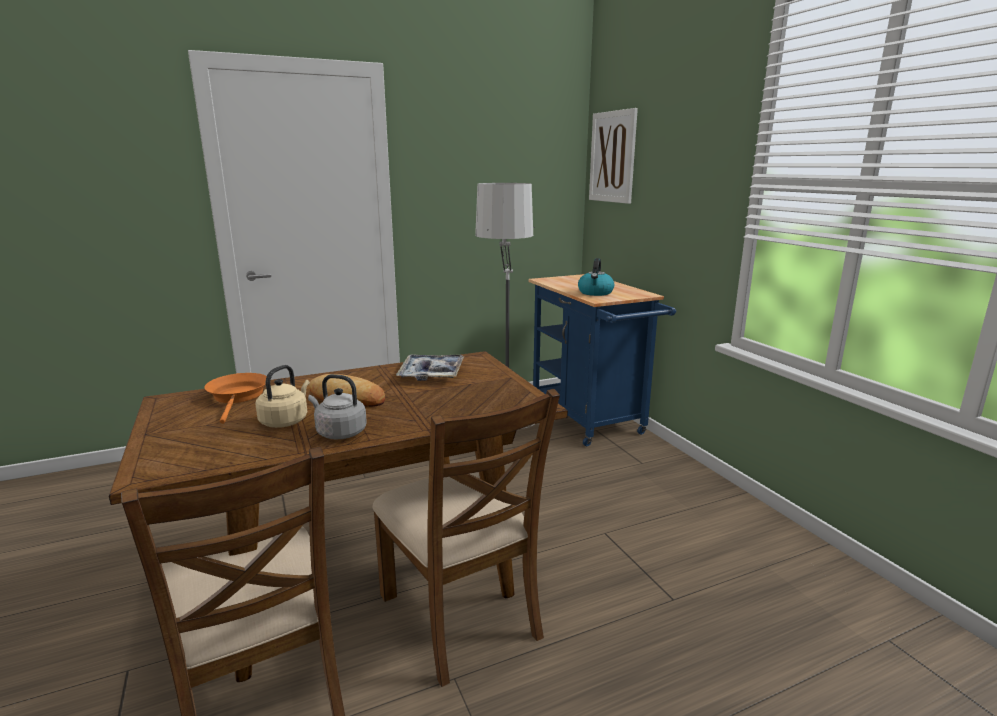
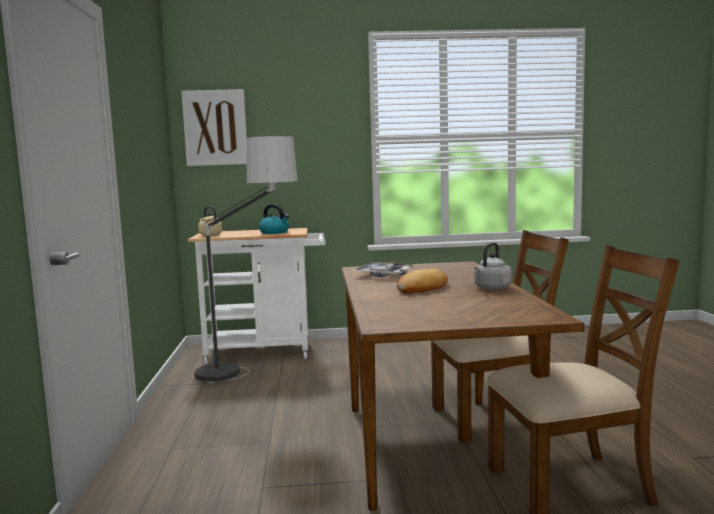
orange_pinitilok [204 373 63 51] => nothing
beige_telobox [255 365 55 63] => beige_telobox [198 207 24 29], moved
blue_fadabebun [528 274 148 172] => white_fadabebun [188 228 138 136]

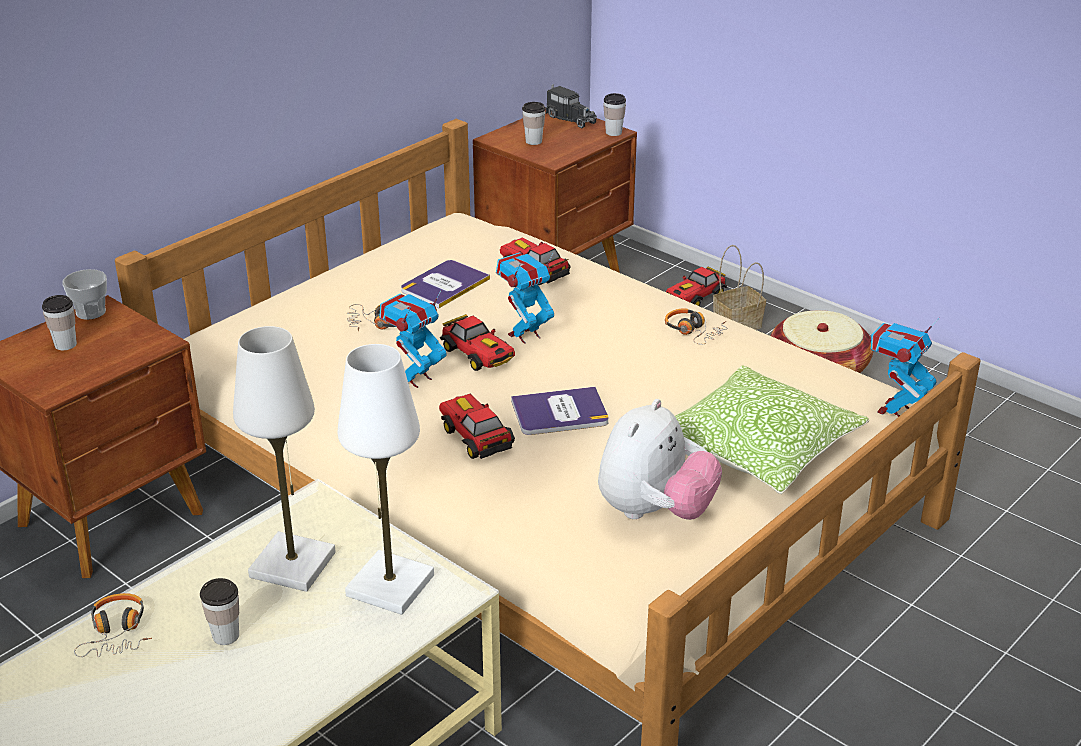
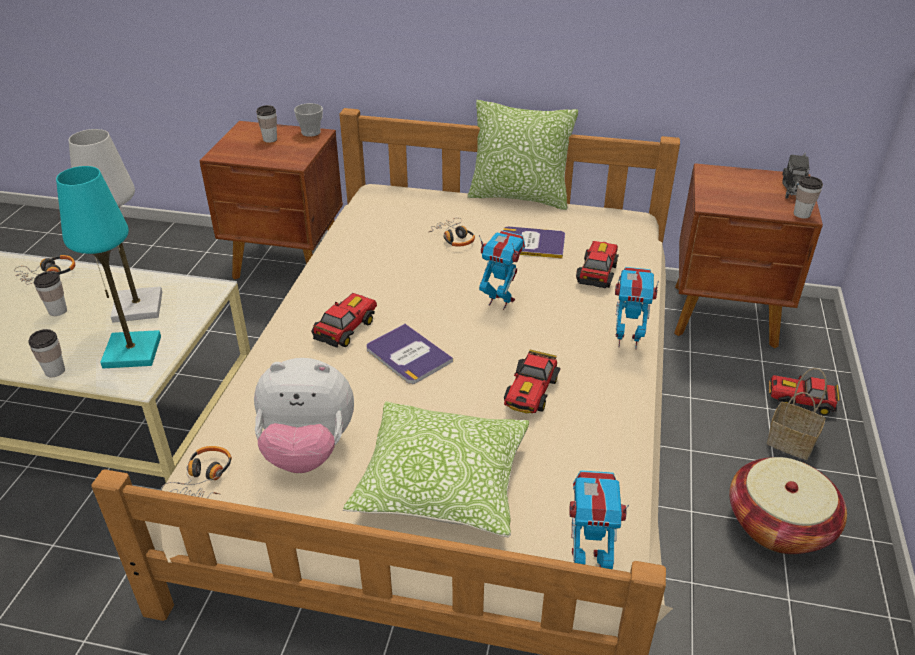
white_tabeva [338 344 96 271] => turquoise_tabeva [56 166 105 202]
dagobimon [379 290 68 98] => dagobimon [615 267 44 83], moved
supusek [440 314 75 57] => supusek [504 350 57 63], moved
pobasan [522 102 24 43] => pobasan [28 329 37 48], moved
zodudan [665 309 62 36] => zodudan [161 446 71 52], moved
nothing => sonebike [468 100 110 110]

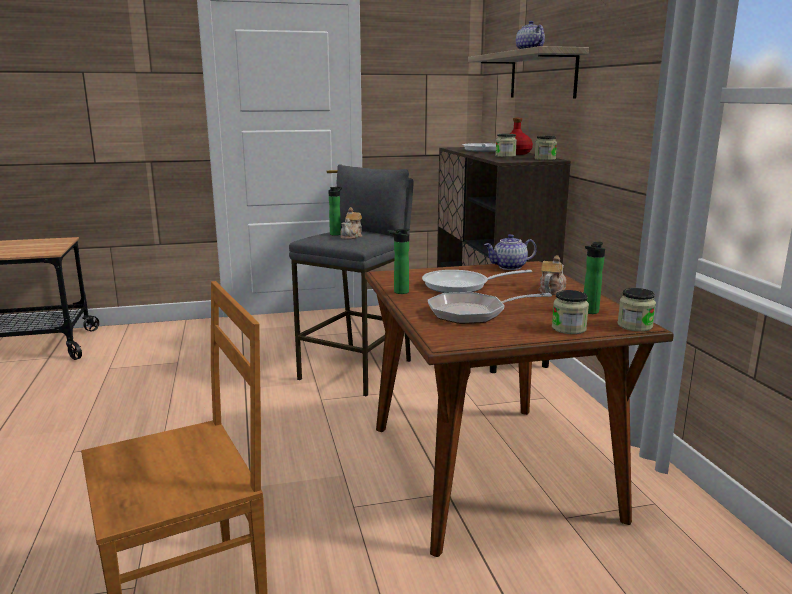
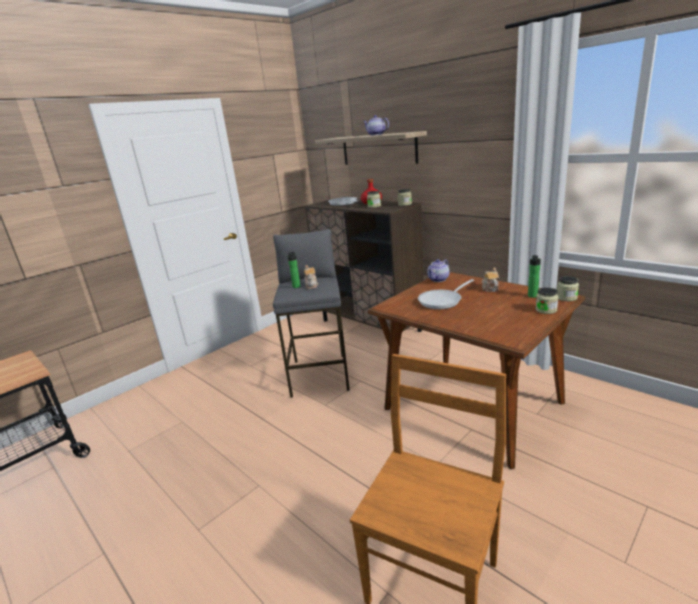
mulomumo [388 228 22 66] => nothing
pinitilok [428 292 124 32] => nothing

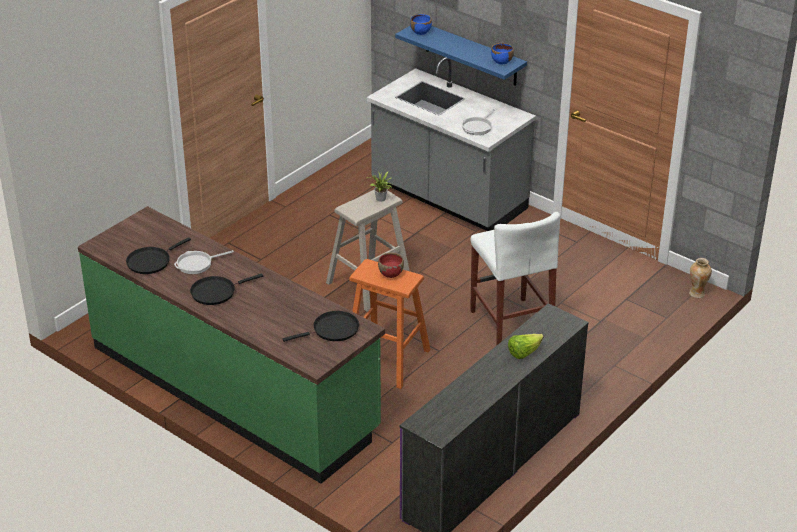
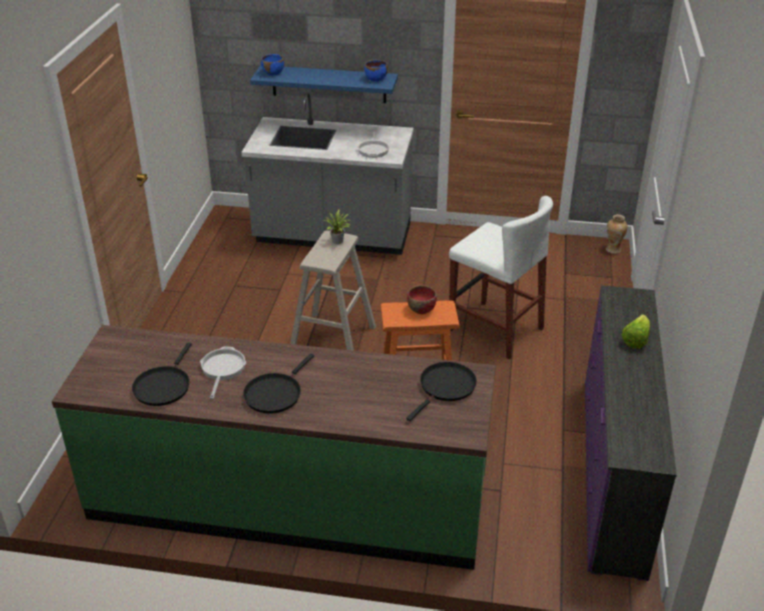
pinitilok [174 250 60 24] => pinitilok [200 347 46 52], 150 degrees clockwise

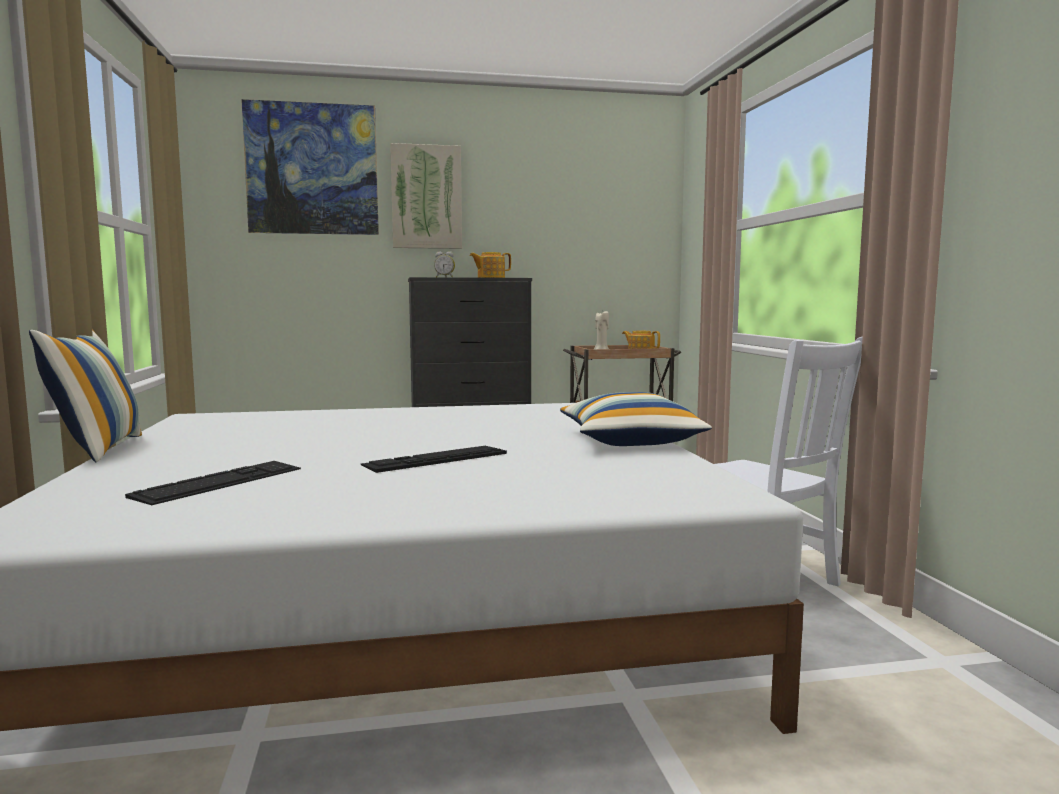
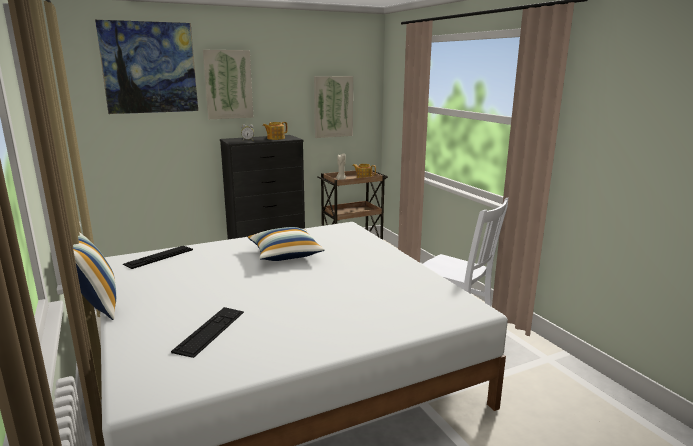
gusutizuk [361 446 146 27] => gusutizuk [123 246 70 23], moved
sonebike [560 392 152 54] => sonebike [248 227 77 34], moved
nothing => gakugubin [314 76 39 62]

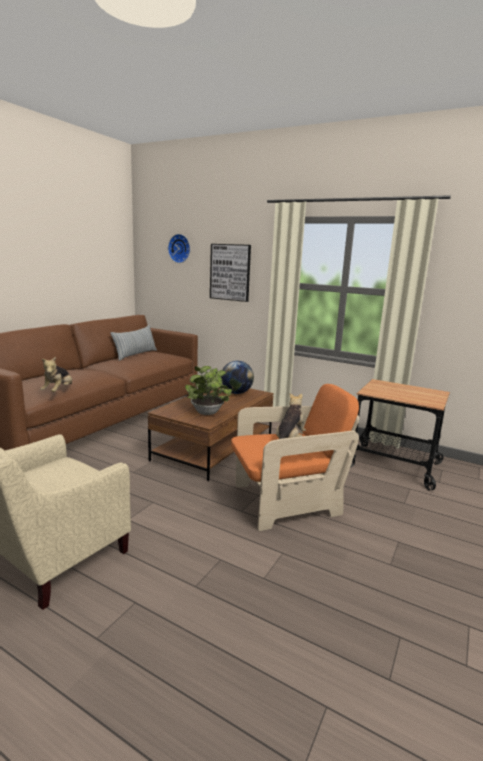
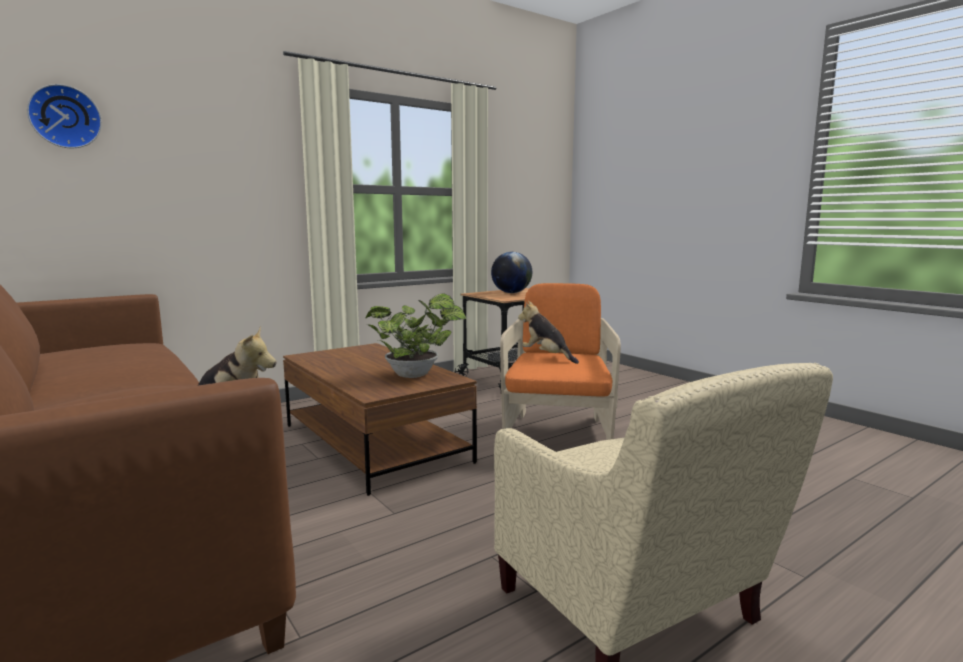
sonebike [110 325 47 36] => nothing
gakugubin [210 244 41 58] => nothing
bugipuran [221 361 33 33] => bugipuran [491 252 41 41], moved

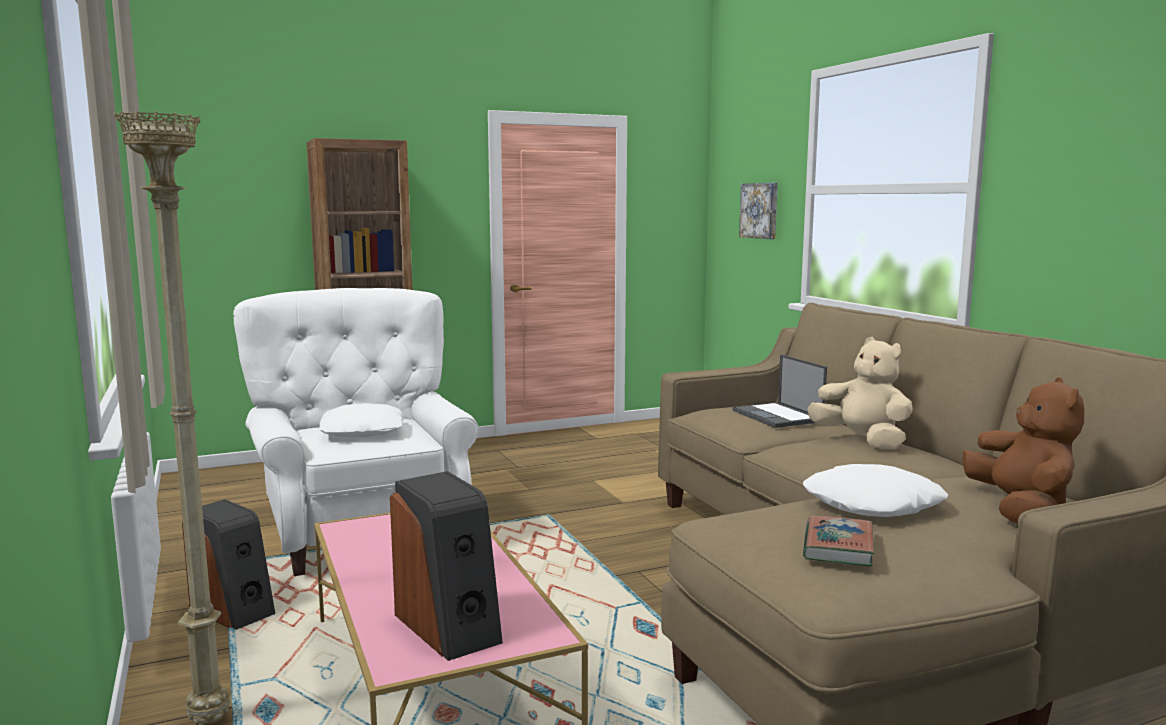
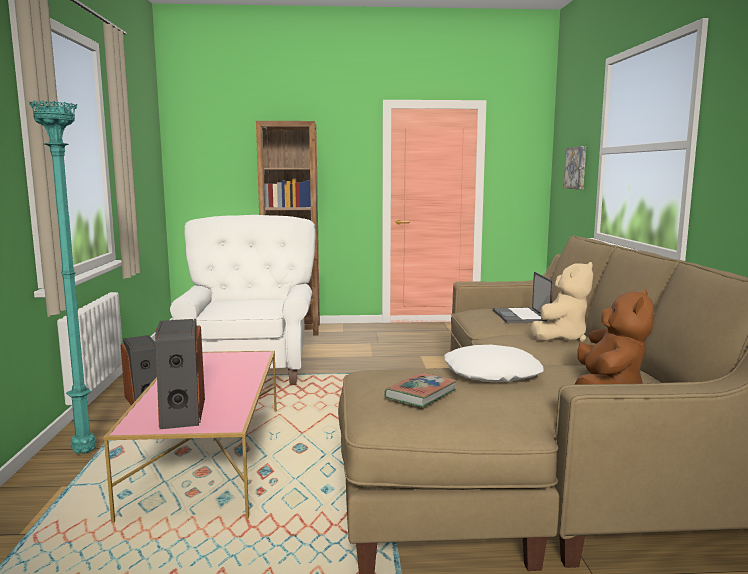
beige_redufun [114 111 116 613] => turquoise_redufun [29 100 67 354]
white_sonebike [319 403 85 34] => nothing
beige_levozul [808 337 105 112] => beige_levozul [531 262 62 80], 60 degrees clockwise

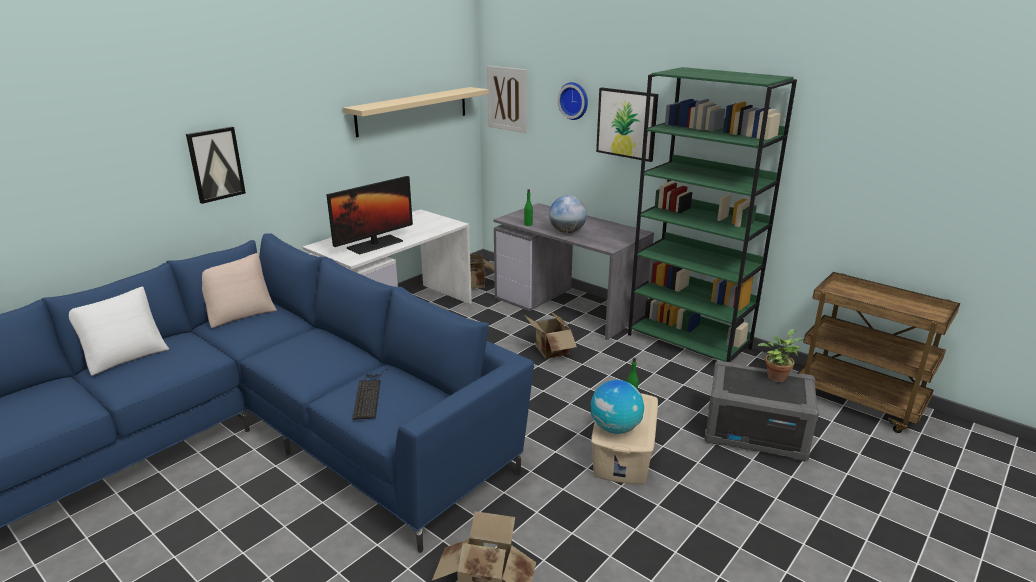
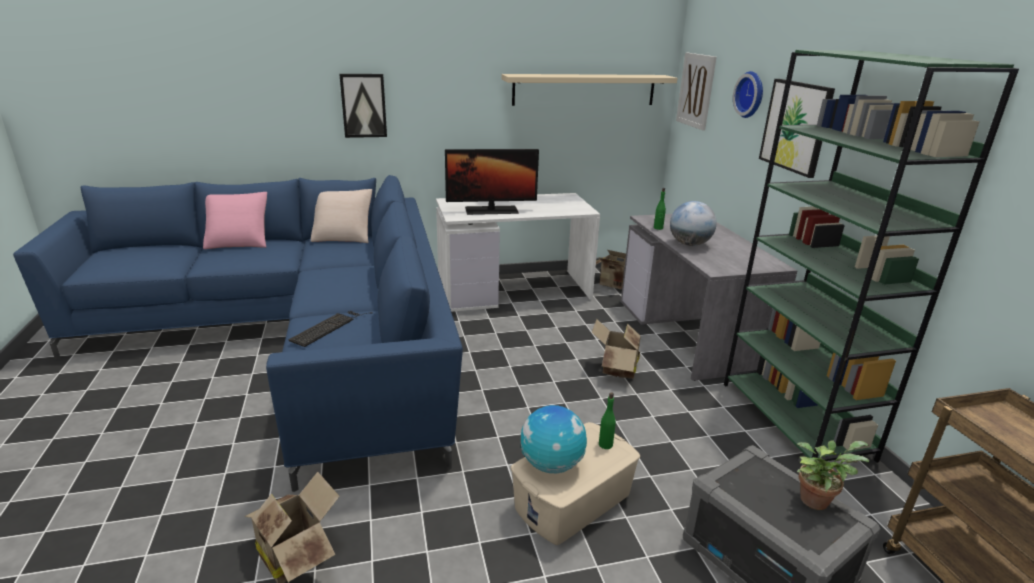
white_sonebike [69 287 100 89] => pink_sonebike [203 192 64 57]

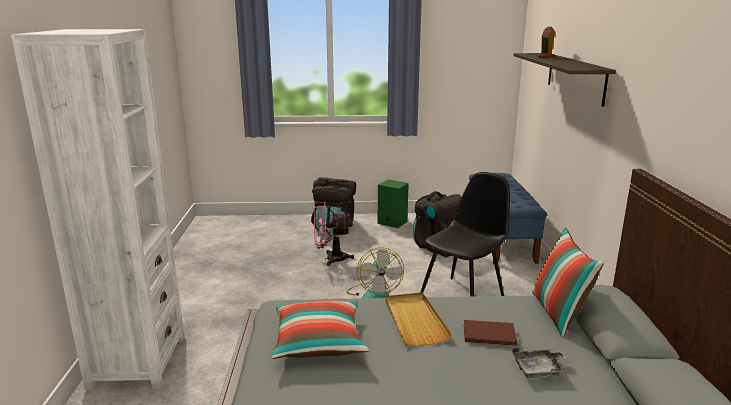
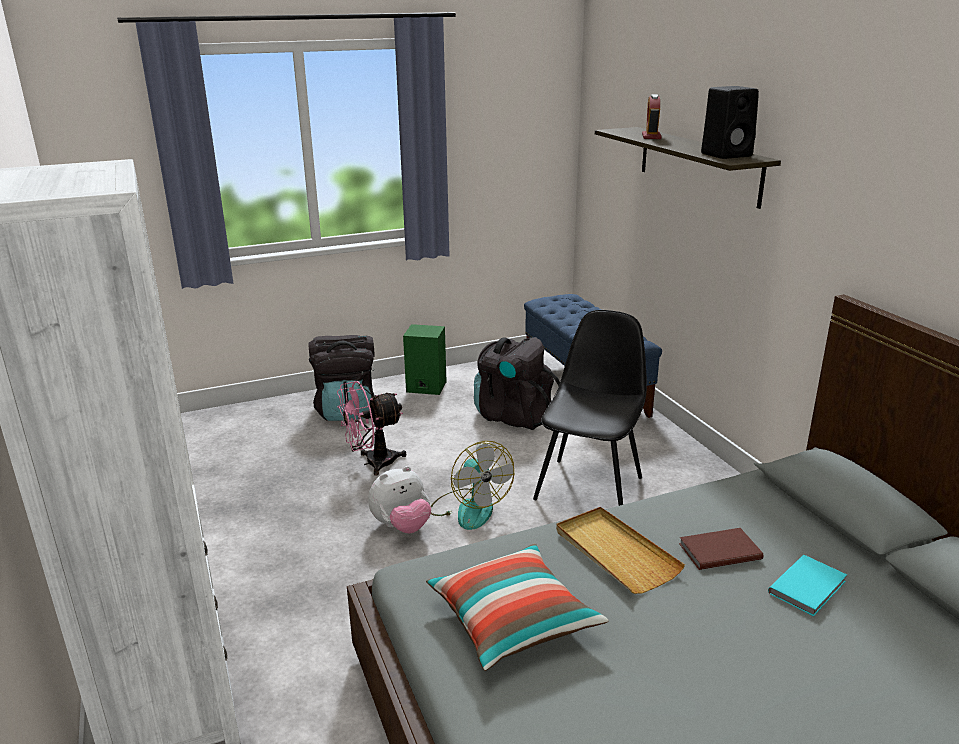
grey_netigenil [512 348 55 30] => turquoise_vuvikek [768 555 79 61]
sonebike [532 228 72 110] => nothing
nothing => levozul [368 466 63 67]
nothing => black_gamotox [701 86 58 73]

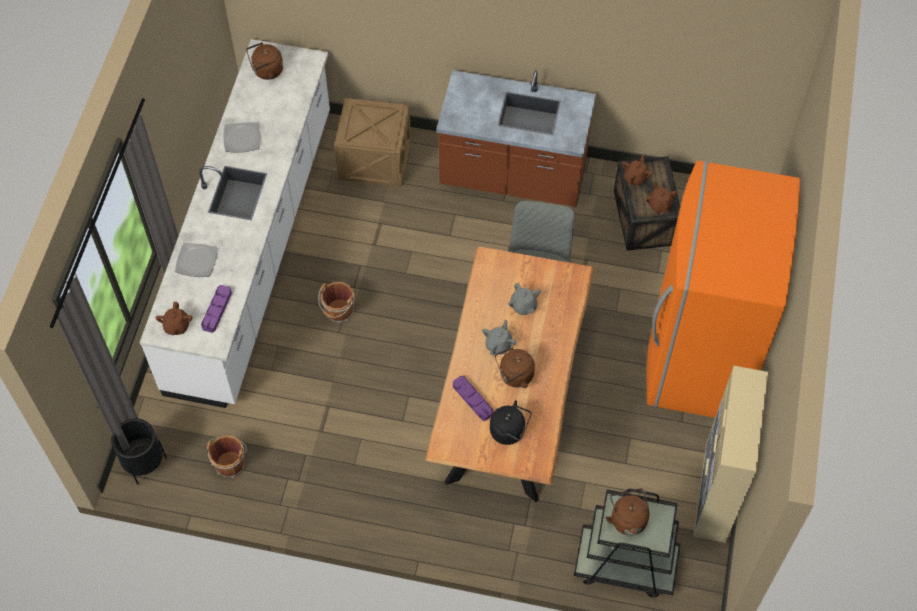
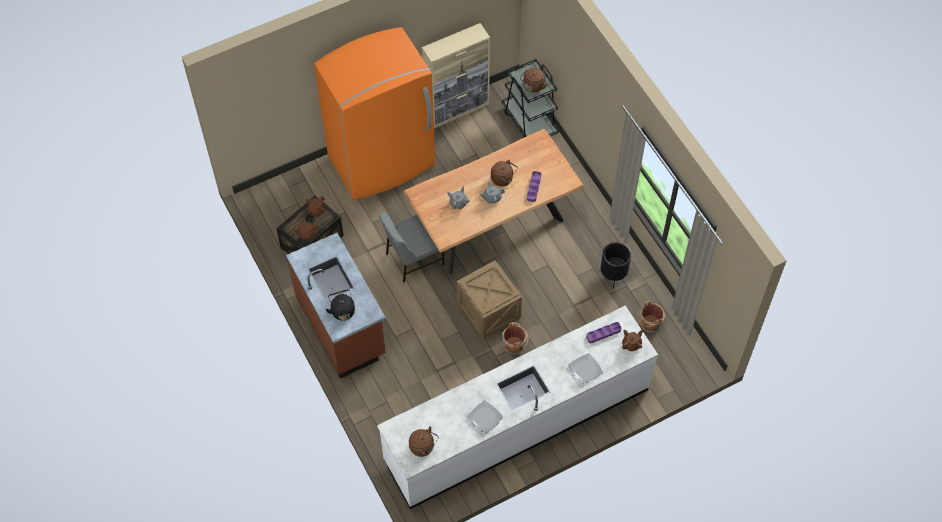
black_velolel [111 419 56 66] => black_velolel [600 242 31 47], moved
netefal [334 98 77 89] => netefal [457 261 65 77], moved
black_telobox [490 400 41 45] => black_telobox [326 289 29 32], moved

